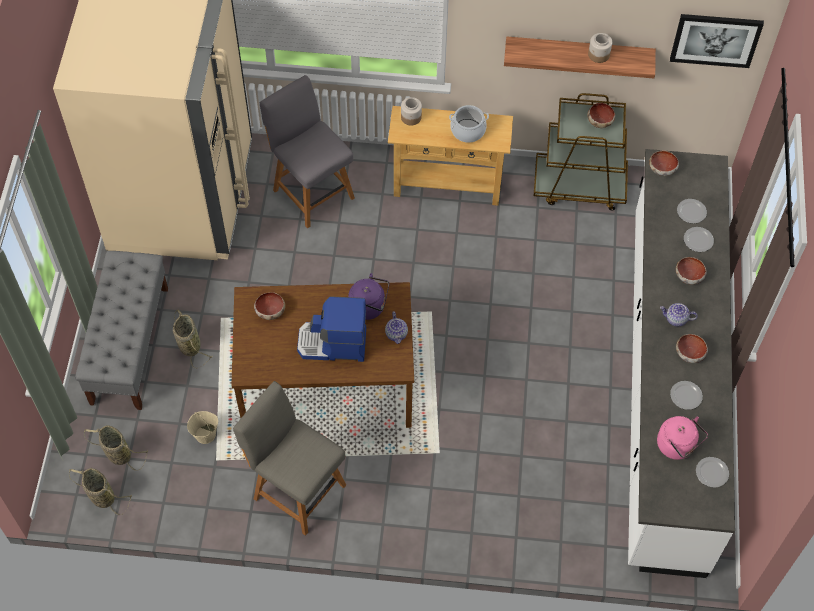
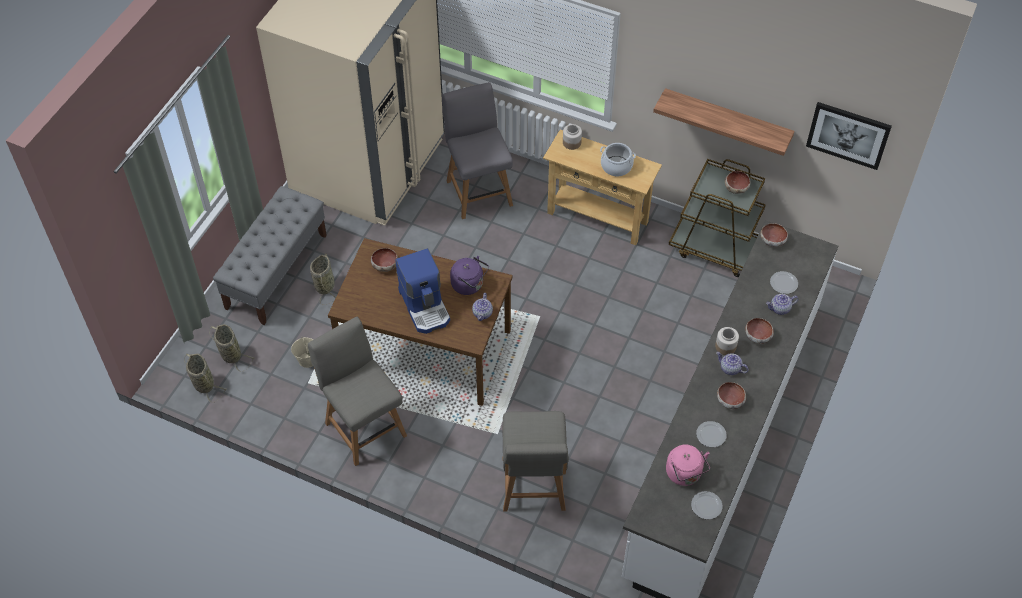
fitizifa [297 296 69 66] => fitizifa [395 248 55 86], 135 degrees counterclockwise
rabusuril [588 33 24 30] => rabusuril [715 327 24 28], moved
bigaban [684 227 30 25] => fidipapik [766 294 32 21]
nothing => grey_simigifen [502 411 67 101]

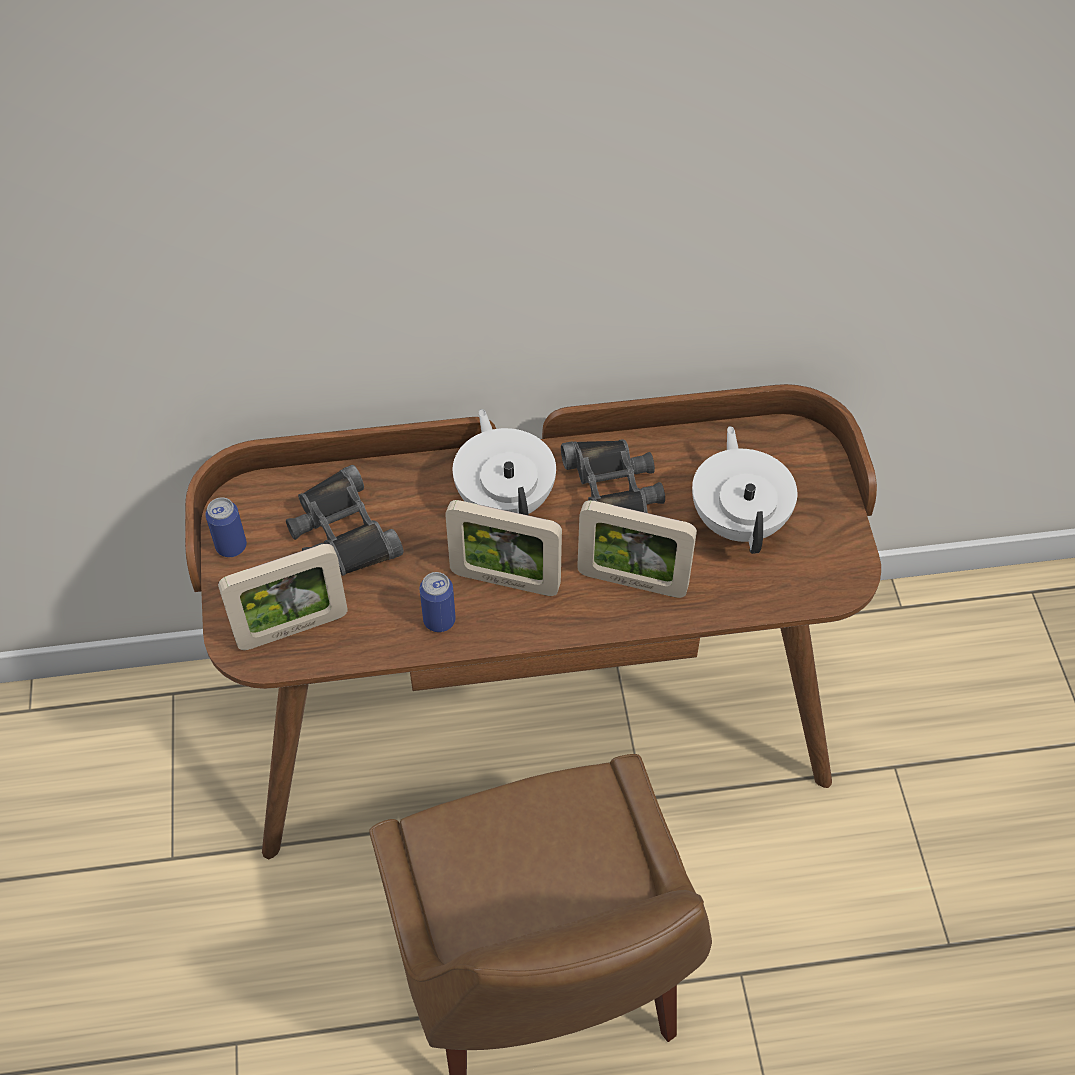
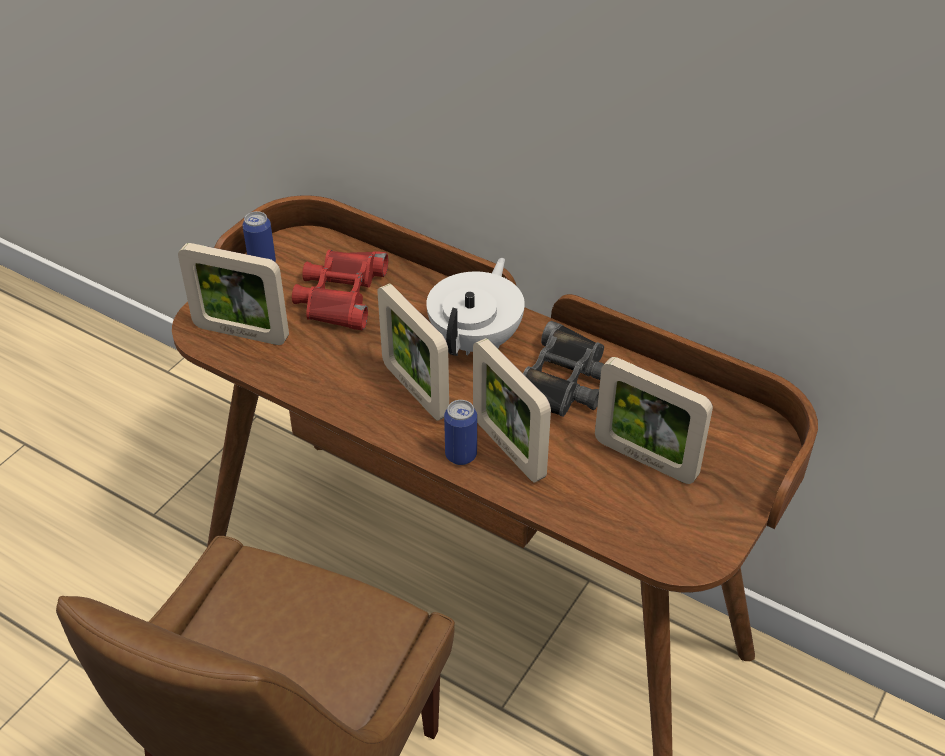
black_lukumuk [286 465 118 111] => red_lukumuk [292 250 96 81]
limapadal [420 572 36 60] => limapadal [444 400 33 65], moved
white_fidipapik [692 426 105 128] => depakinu [595 357 118 127]

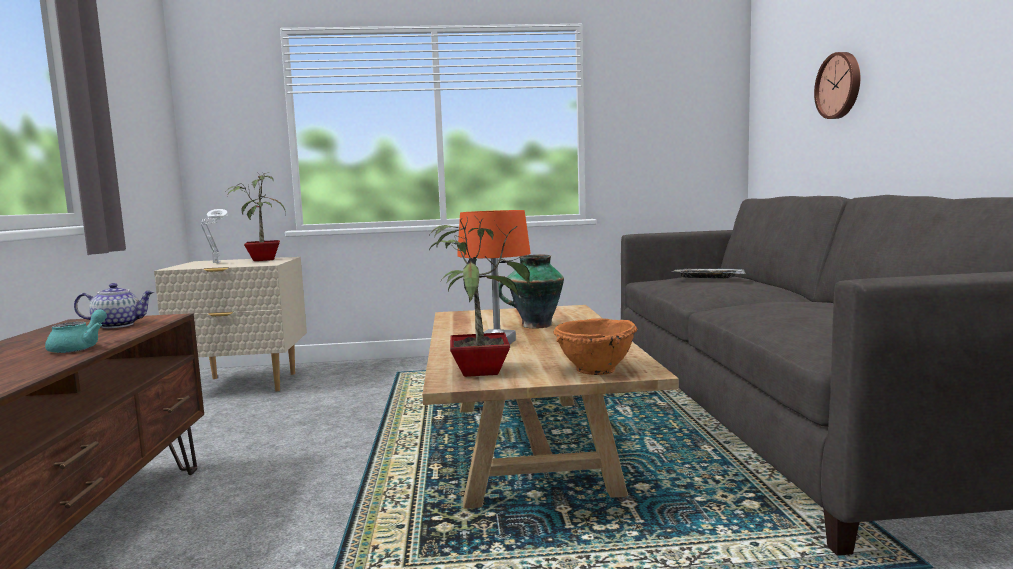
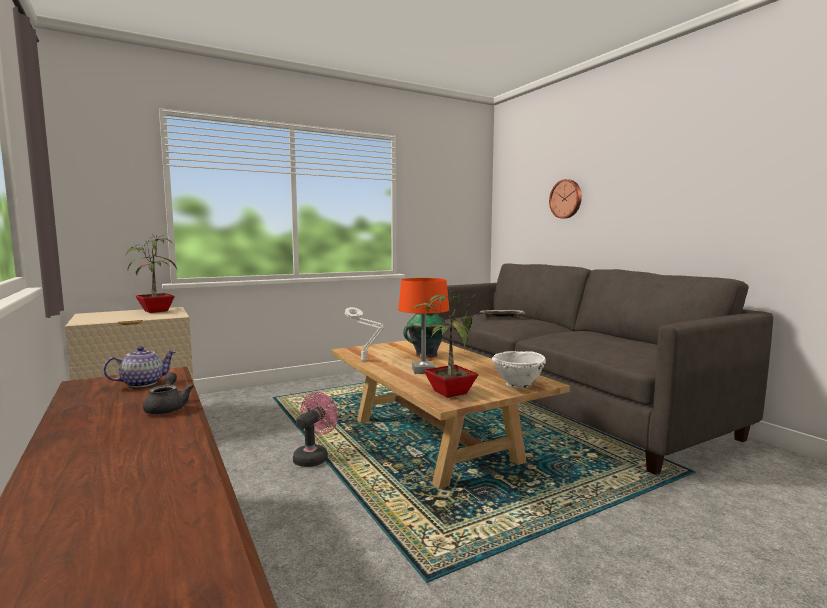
turquoise_fidipapik [45 309 62 44] => grey_fidipapik [143 372 51 43]
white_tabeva [200 209 28 55] => white_tabeva [345 307 39 54], moved
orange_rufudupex [554 319 84 56] => white_rufudupex [492 351 54 37]
nothing => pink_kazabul [293 392 45 75]

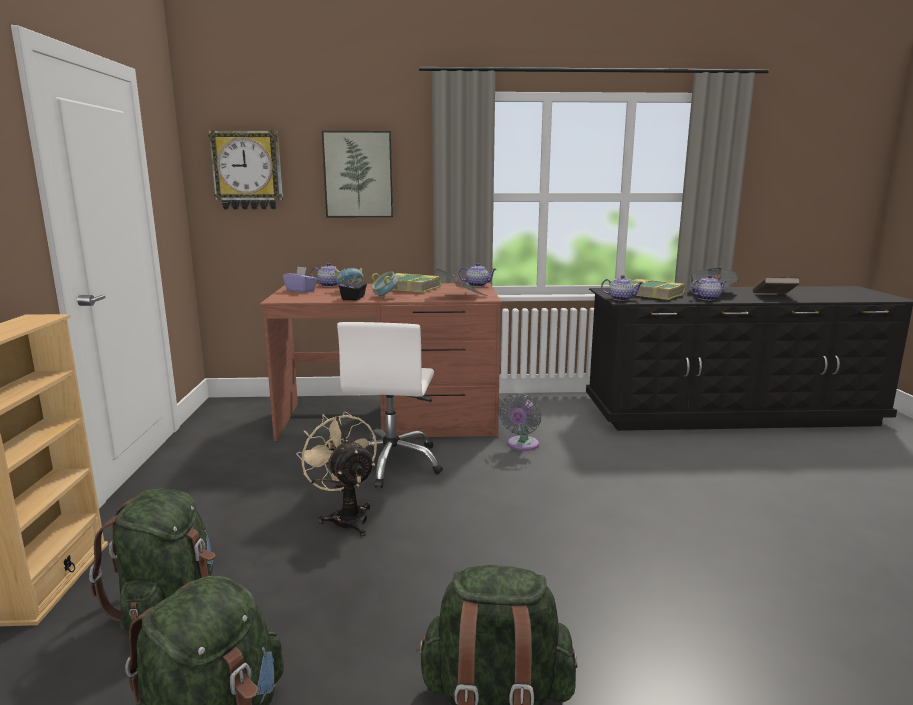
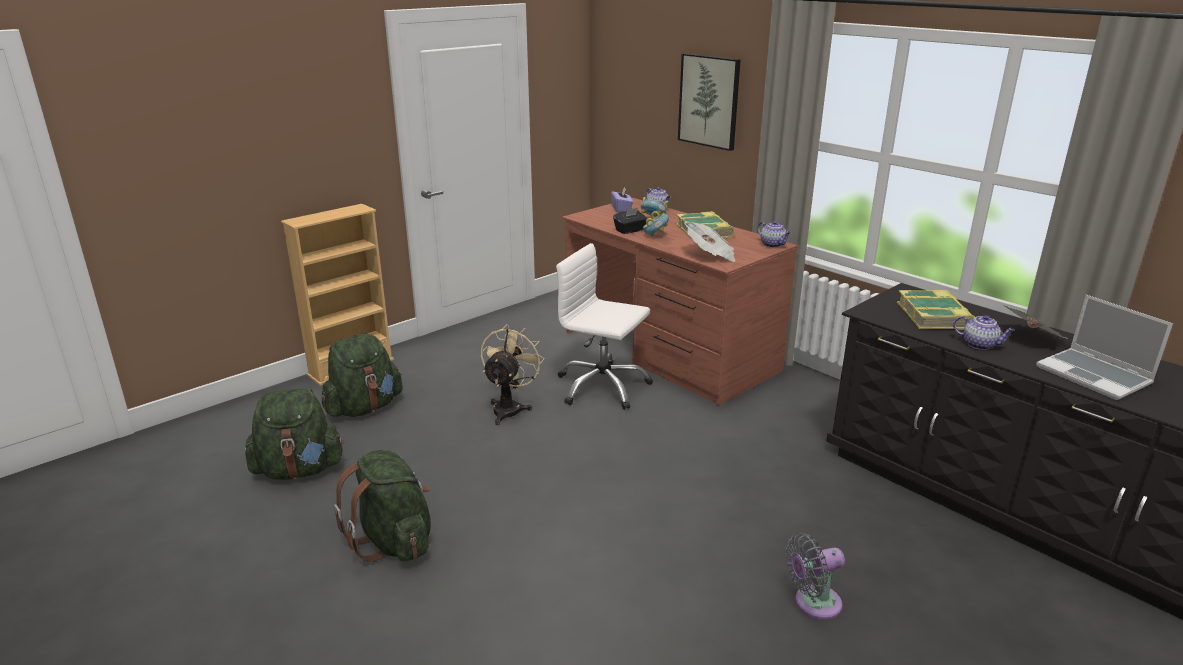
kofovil [208 130 75 79] => nothing
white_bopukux [337 322 106 166] => white_bopukux [556 243 97 167], 60 degrees clockwise
grey_kazabul [499 393 42 58] => grey_kazabul [786 533 59 86], moved
fidipapik [601 275 42 26] => nothing
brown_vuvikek [753 277 47 17] => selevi [1036 295 137 105]

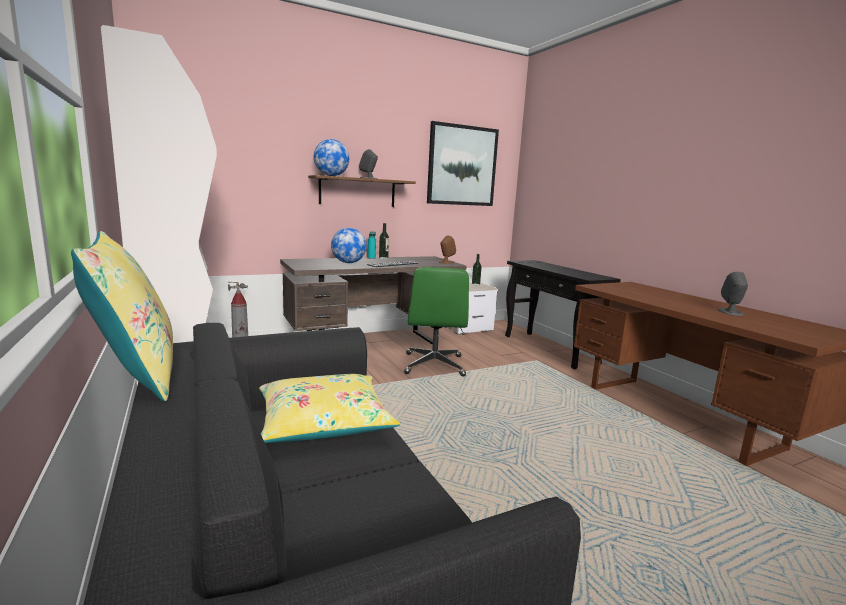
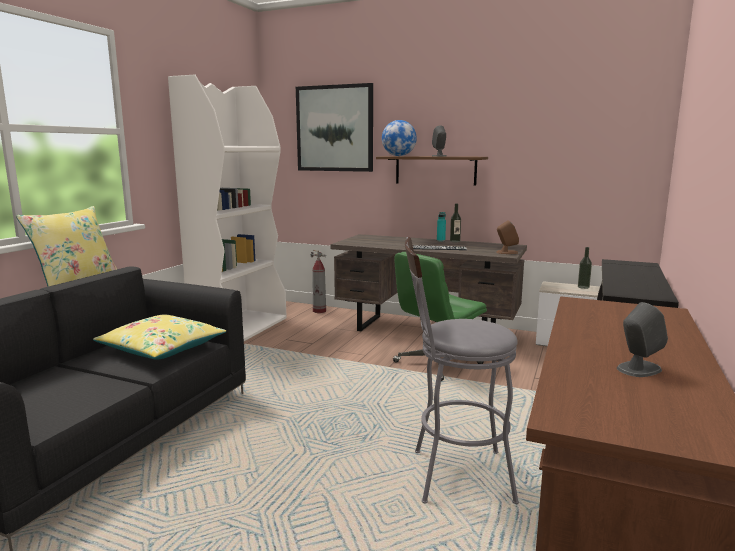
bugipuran [331 228 36 35] => nothing
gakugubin [427 121 72 85] => gakugubin [296 83 77 89], moved
nothing => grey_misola [405 237 114 267]

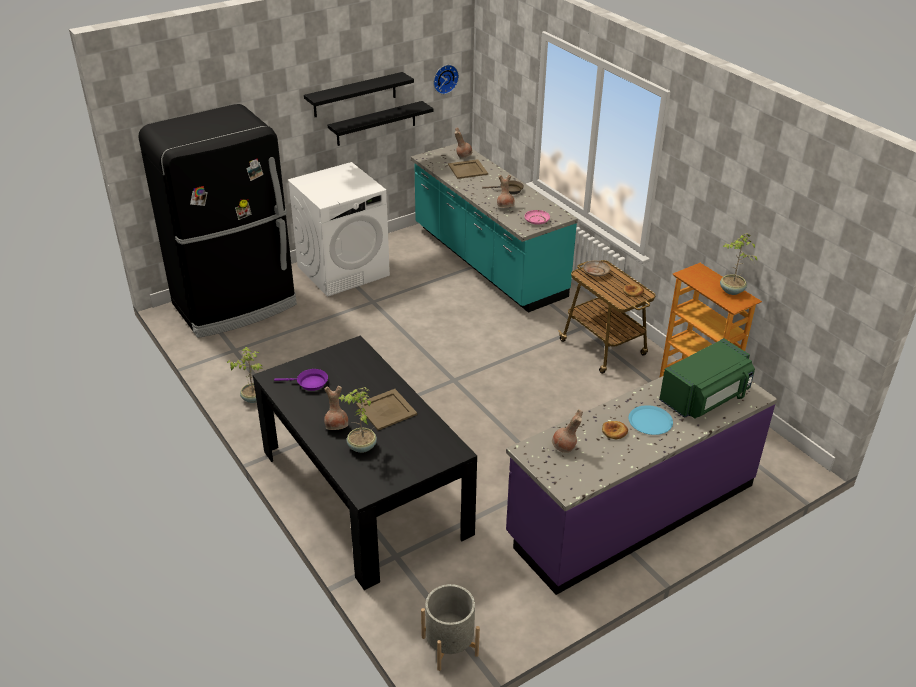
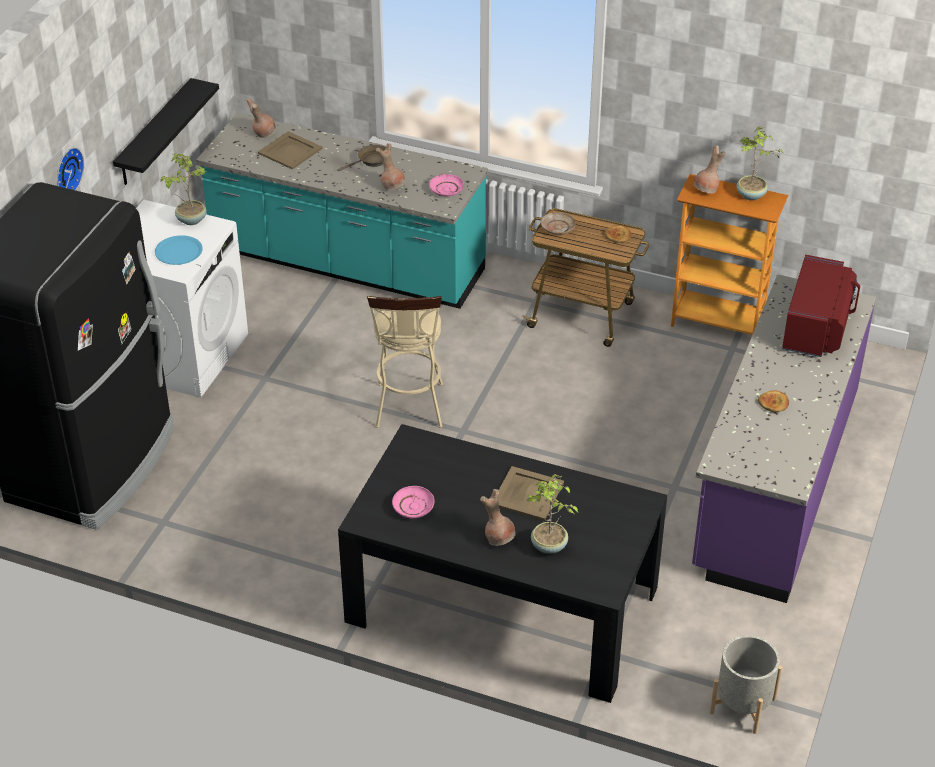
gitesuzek [227 347 35 56] => gitesuzek [161 154 45 71], moved
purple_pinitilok [274 369 54 22] => pink_bigaban [392 486 42 32]
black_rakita [304 72 110 45] => nothing
kofovil [433 65 26 29] => kofovil [57 147 27 43], moved
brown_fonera [552 409 31 44] => brown_fonera [694 146 32 48], moved
blue_bigaban [628 405 45 30] => blue_bigaban [155 235 48 30], moved
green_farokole [659 338 96 81] => red_farokole [782 255 78 102]
nothing => beige_misola [367 296 76 132]

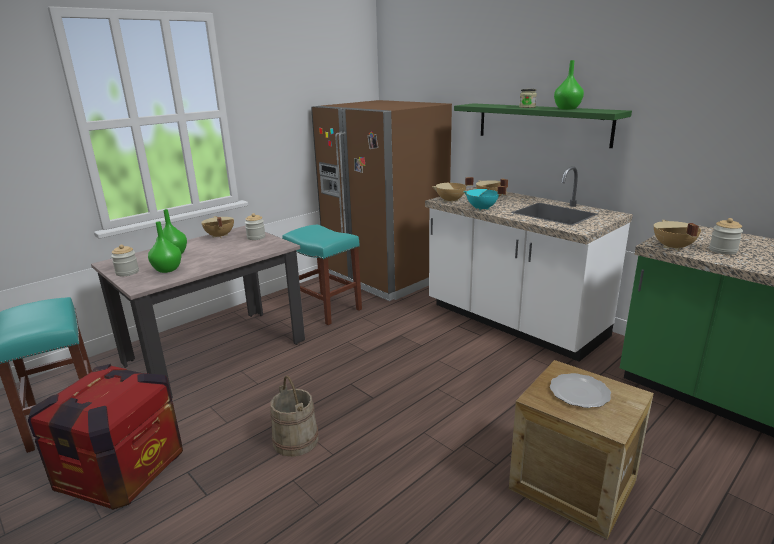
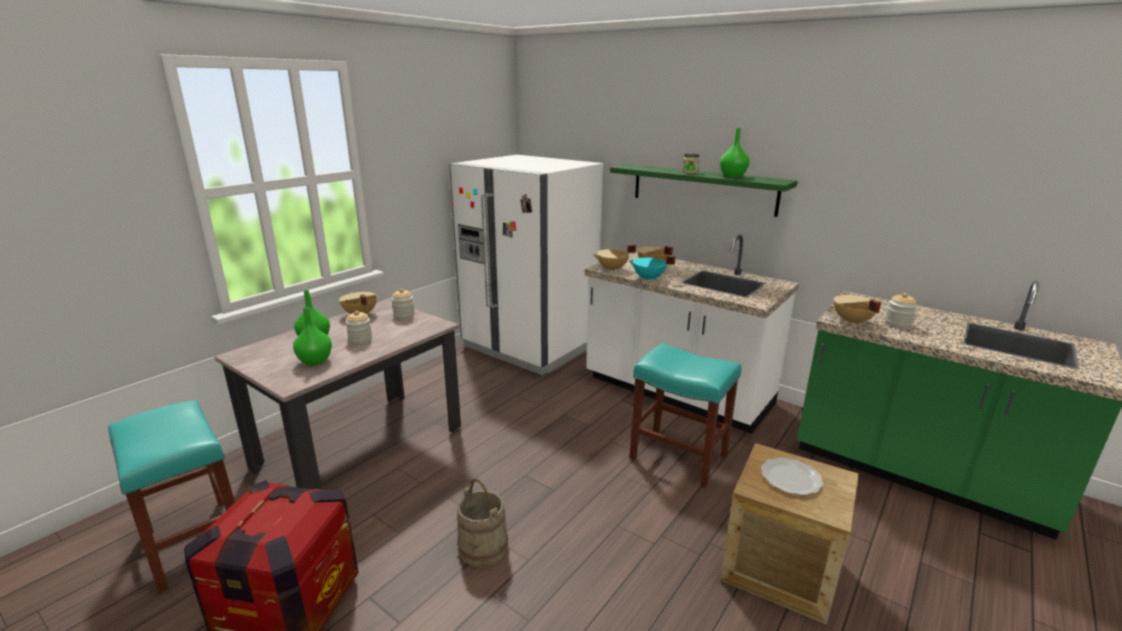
rabusuril [111 245 28 31] => rabusuril [346 311 26 33], moved
turquoise_misola [282 225 80 100] => turquoise_misola [629 343 112 145], moved
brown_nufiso [311 100 141 201] => white_nufiso [449 155 154 220]

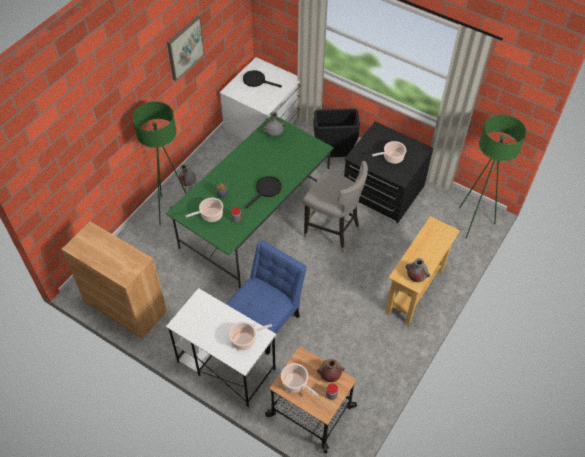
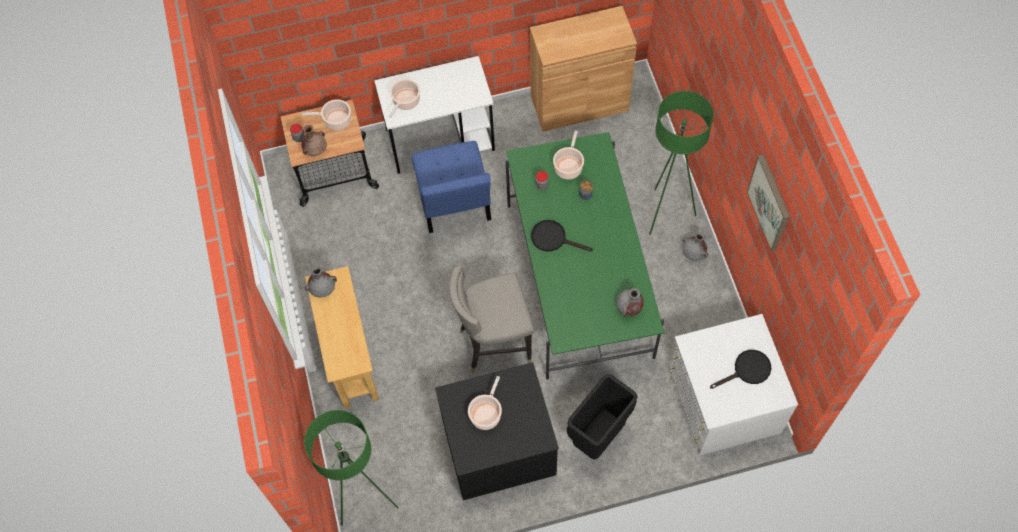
black_pinitilok [246 176 36 32] => black_pinitilok [531 220 62 32], 120 degrees clockwise

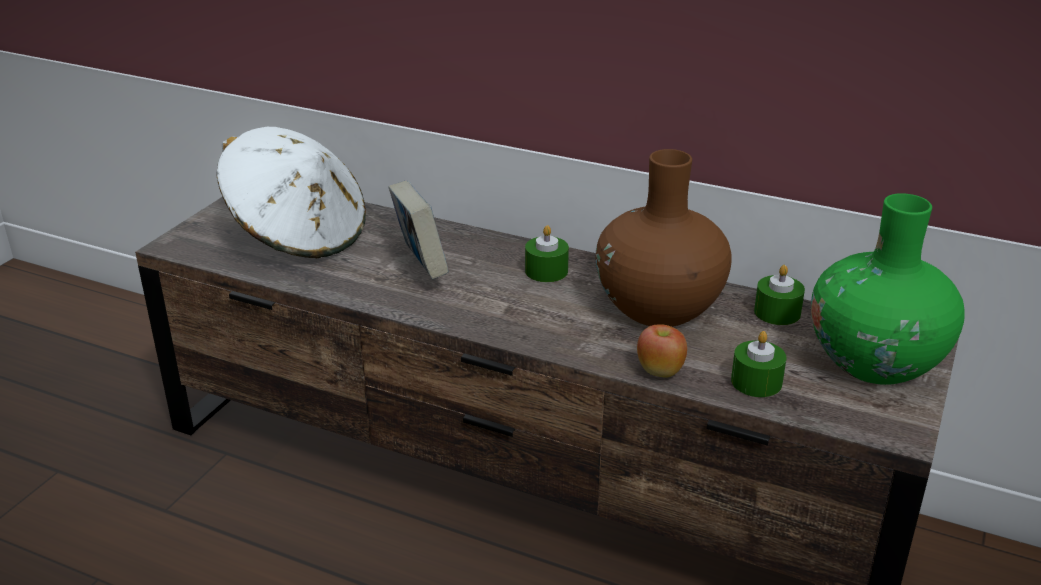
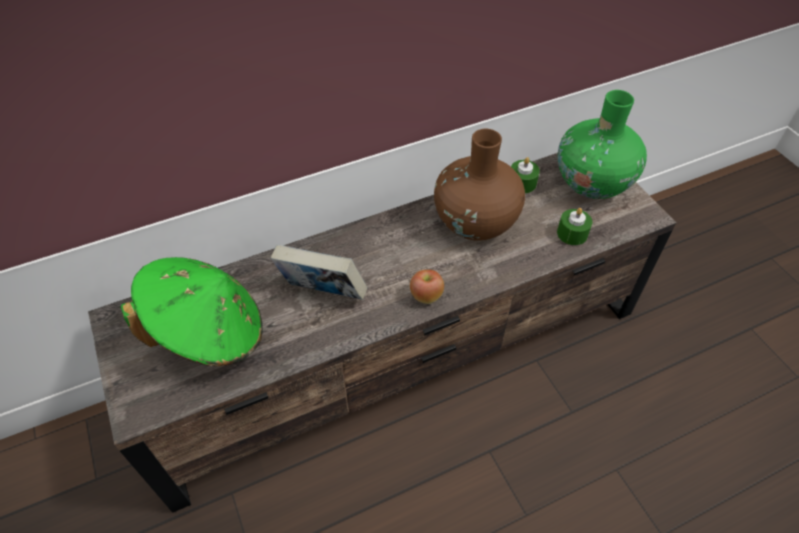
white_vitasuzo [216 127 150 131] => green_vitasuzo [121 257 142 109]
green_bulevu [525 225 44 57] => nothing
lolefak [637 324 50 54] => lolefak [410 269 34 35], moved

